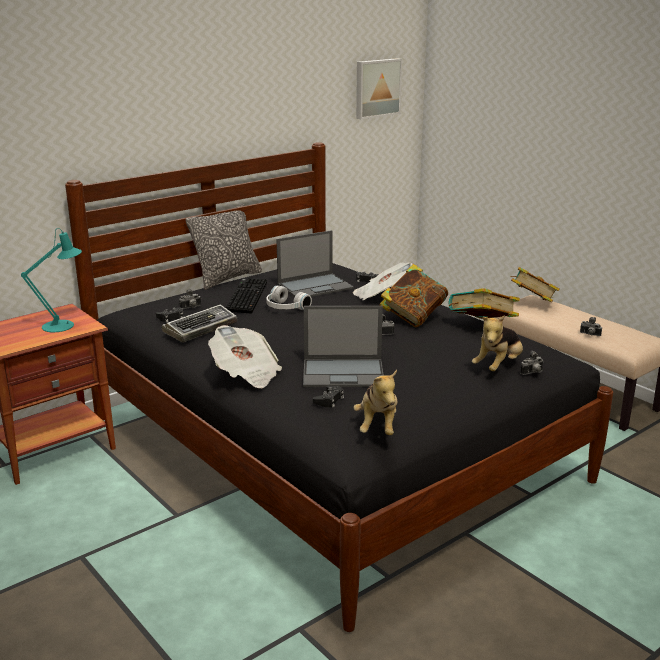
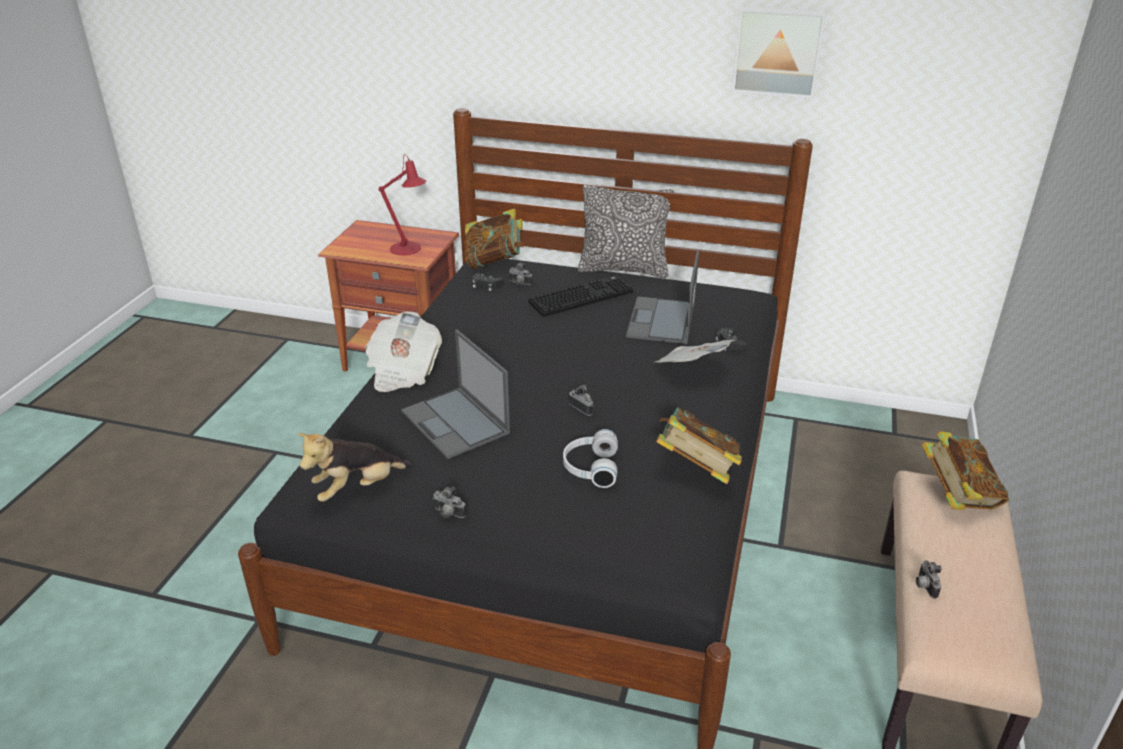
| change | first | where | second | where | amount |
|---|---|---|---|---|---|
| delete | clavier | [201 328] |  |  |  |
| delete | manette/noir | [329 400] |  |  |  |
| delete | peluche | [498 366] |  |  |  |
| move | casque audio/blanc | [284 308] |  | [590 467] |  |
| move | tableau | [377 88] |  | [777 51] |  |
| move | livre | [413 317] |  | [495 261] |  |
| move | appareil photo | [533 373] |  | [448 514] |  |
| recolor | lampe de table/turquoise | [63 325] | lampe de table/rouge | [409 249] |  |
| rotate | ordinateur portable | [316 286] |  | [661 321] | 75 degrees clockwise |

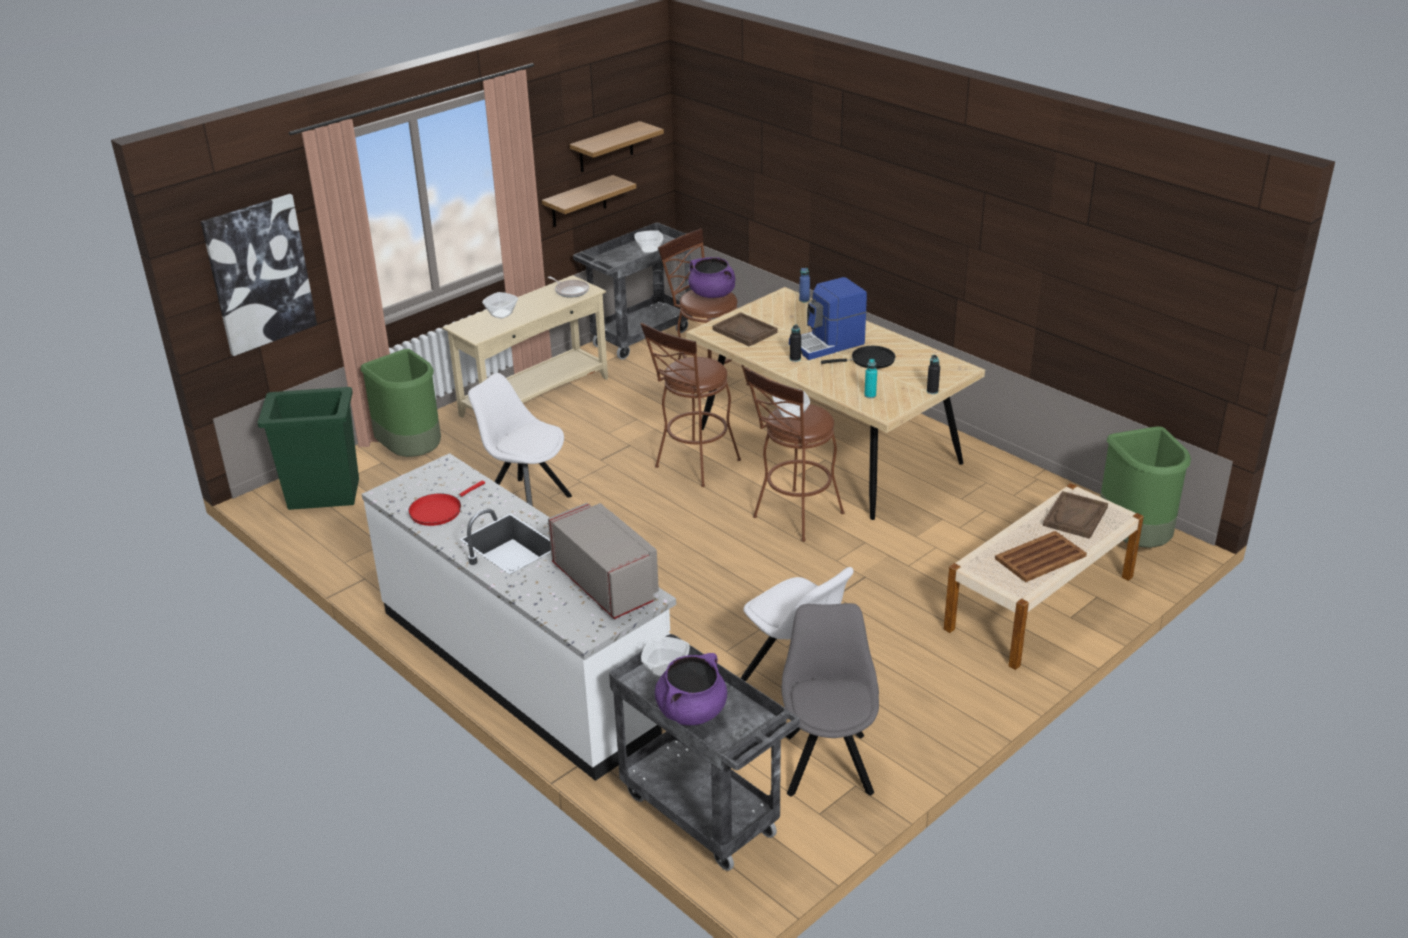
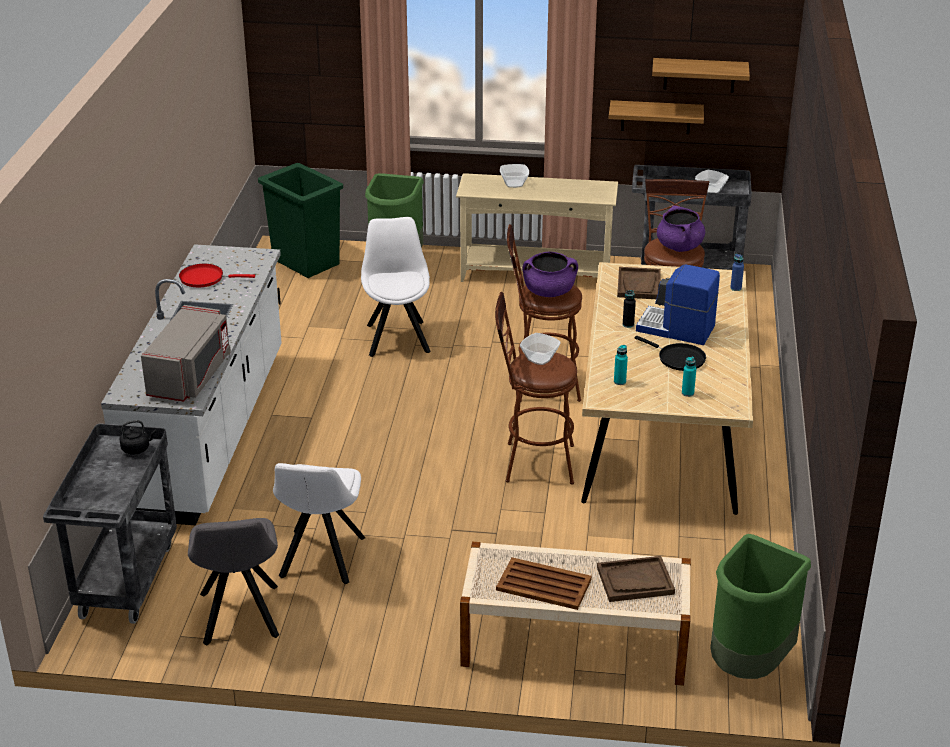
| change | first | where | second | where | amount |
|---|---|---|---|---|---|
| delete | tableau | [259 274] |  |  |  |
| delete | poêle | [571 291] |  |  |  |
| delete | bouteille/noir | [932 391] |  |  |  |
| insert |  |  | bouteille/turquoise | [687 393] |  |
| move | marmite/violet | [691 711] |  | [549 292] |  |
| replace | bol | [665 669] | bouilloire/noir | [137 449] |  |
| rotate | chaise/gris | [827 763] |  | [240 615] | 120 degrees clockwise |

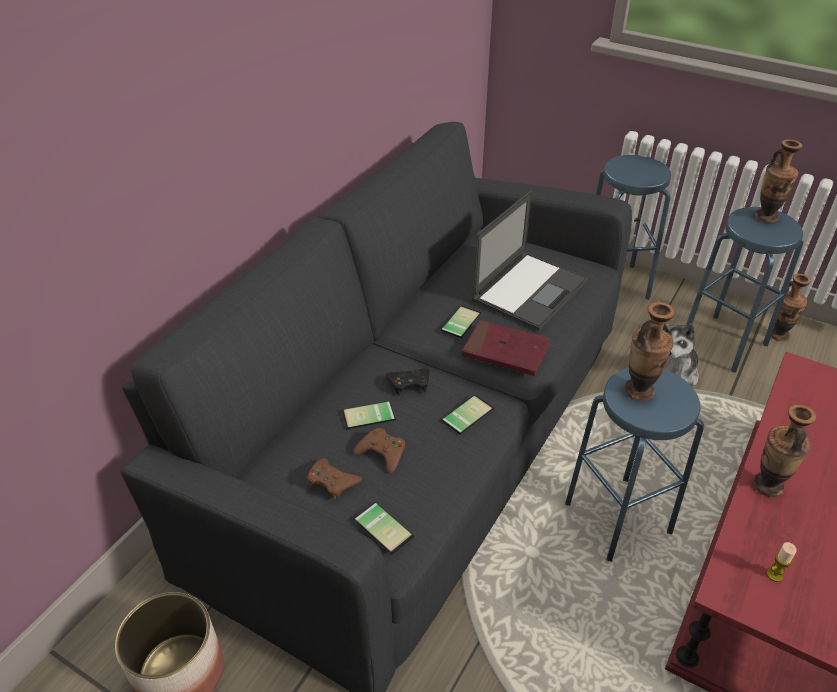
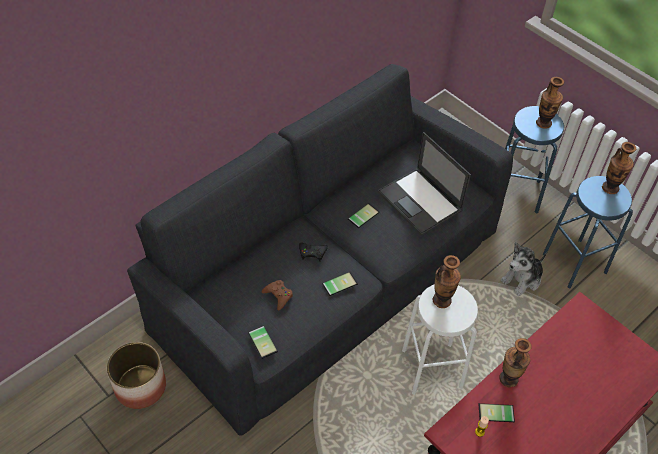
| change | first | where | second | where | amount |
|---|---|---|---|---|---|
| delete | manette/marron | [332 481] |  |  |  |
| delete | livre/rouge | [505 351] |  |  |  |
| move | téléphone | [369 417] |  | [496 414] |  |
| move | vase | [778 335] |  | [543 123] |  |
| recolor | tabouret/bleu | [617 518] | tabouret/blanc | [432 369] |  |
| rotate | ordinateur portable | [530 290] |  | [420 202] | 90 degrees clockwise |

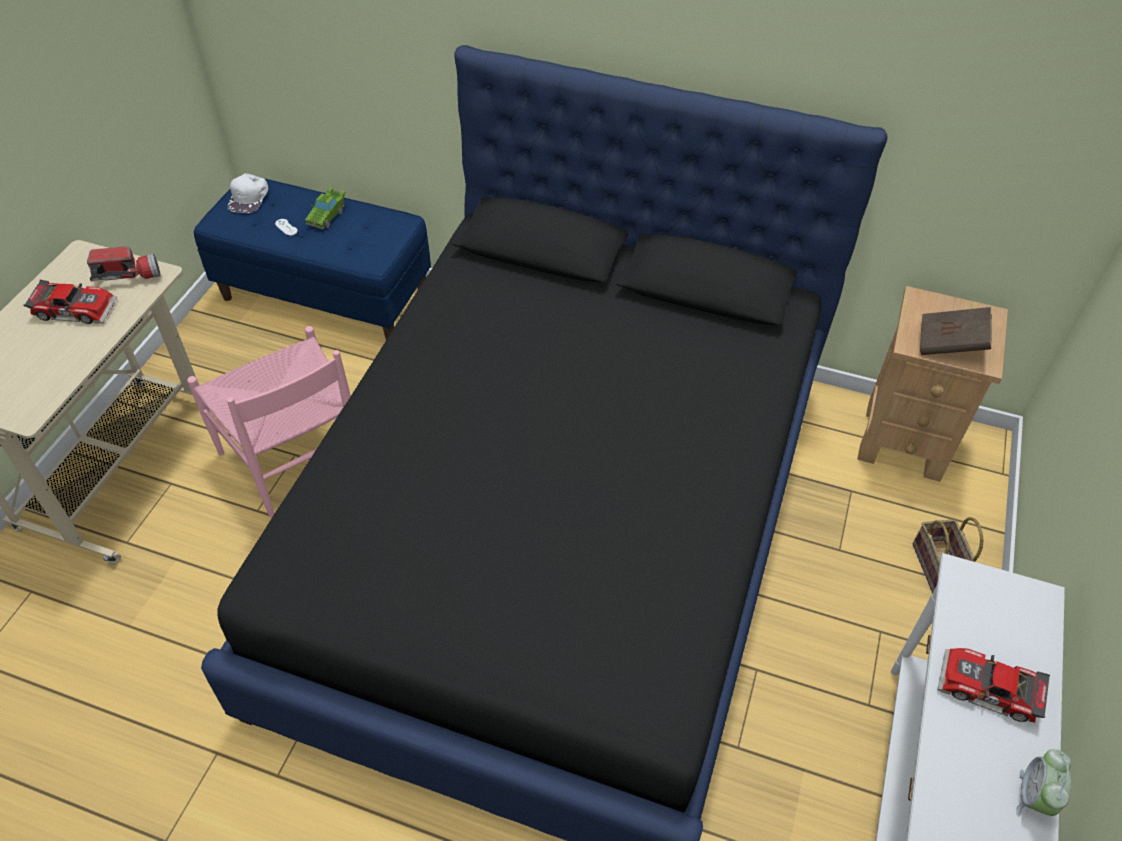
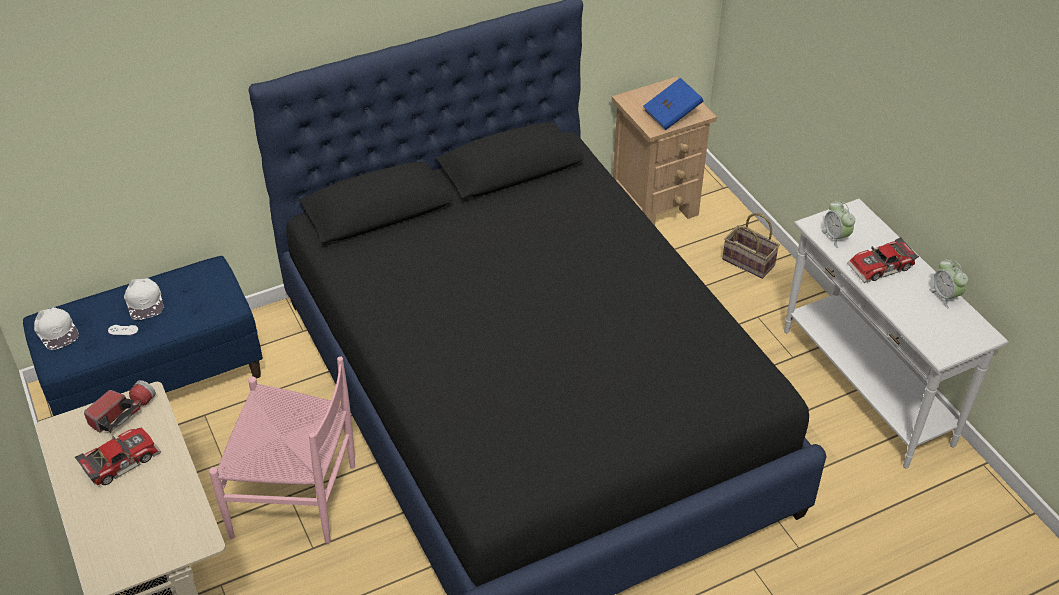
| change | first | where | second | where | amount |
|---|---|---|---|---|---|
| insert |  |  | réveil | [835 237] |  |
| replace | petite voiture/vert | [327 215] | casquette/blanc | [145 301] |  |
| recolor | livre/marron | [950 344] | livre/bleu | [672 114] |  |

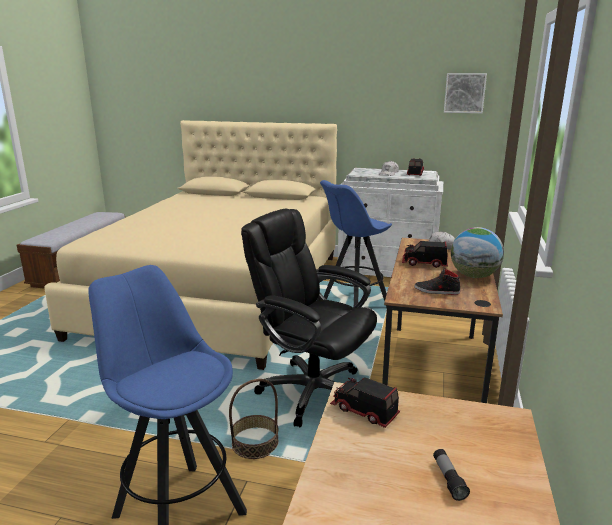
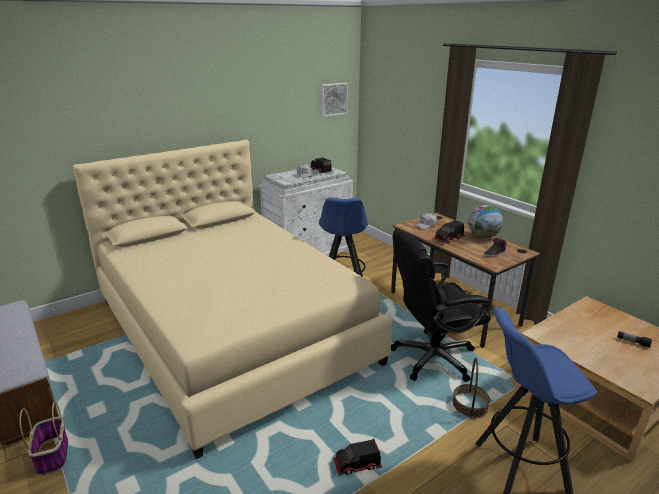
| change | first | where | second | where | amount |
|---|---|---|---|---|---|
| insert |  |  | panier | [52 455] |  |
| move | camion jouet | [364 411] |  | [357 465] |  |

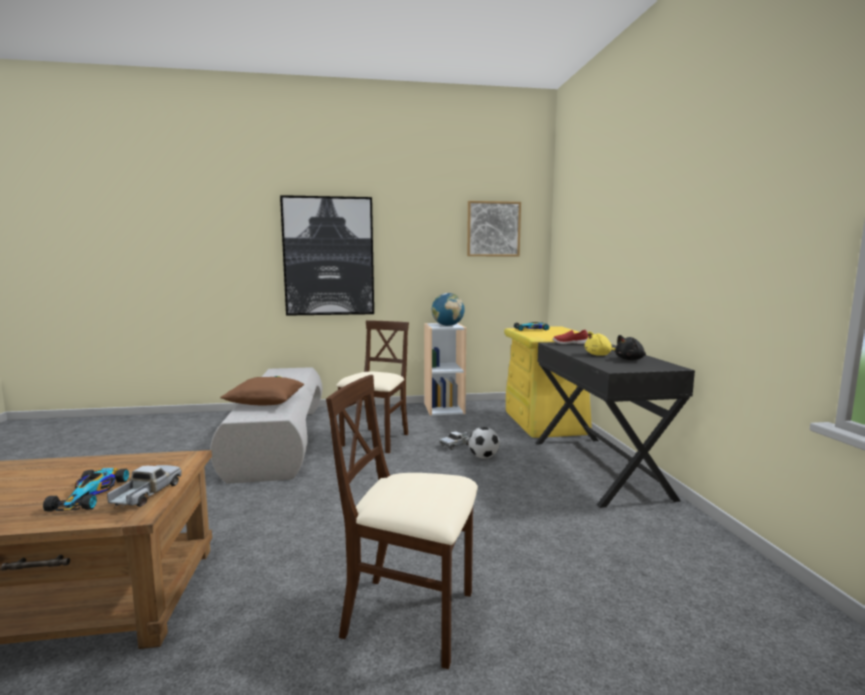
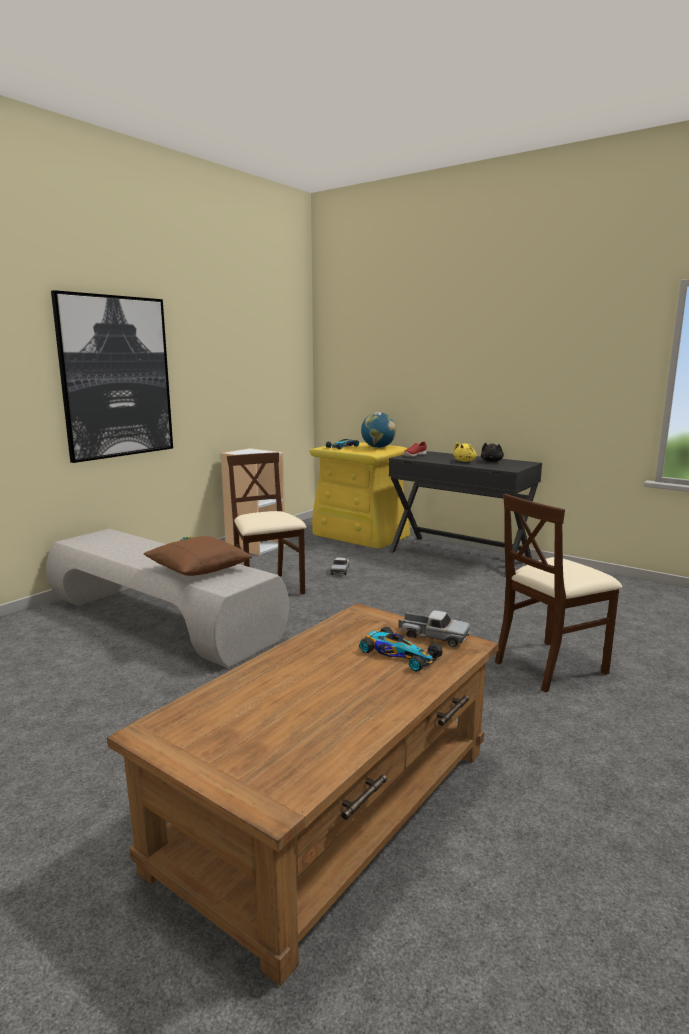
| change | first | where | second | where | amount |
|---|---|---|---|---|---|
| delete | tableau | [493 229] |  |  |  |
| delete | ballon de foot | [483 457] |  |  |  |
| move | globe | [447 325] |  | [378 447] |  |
| rotate | camion jouet | [146 494] |  | [433 636] | 150 degrees clockwise |

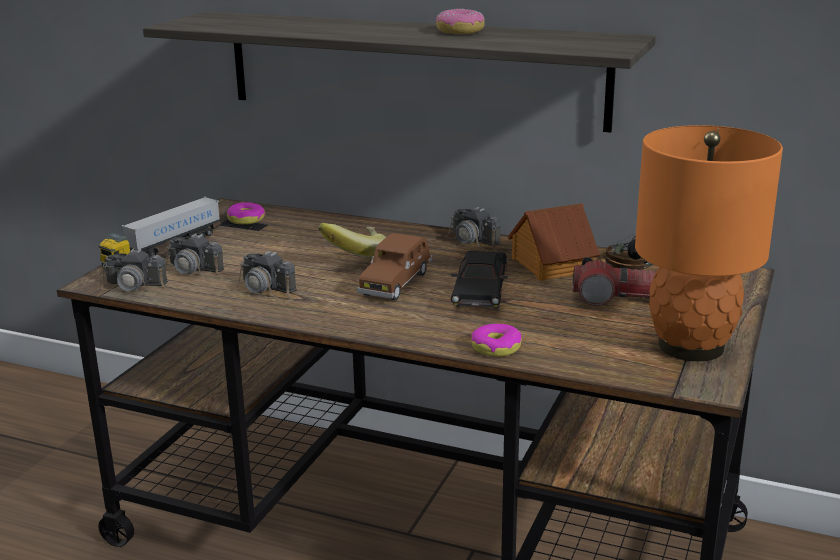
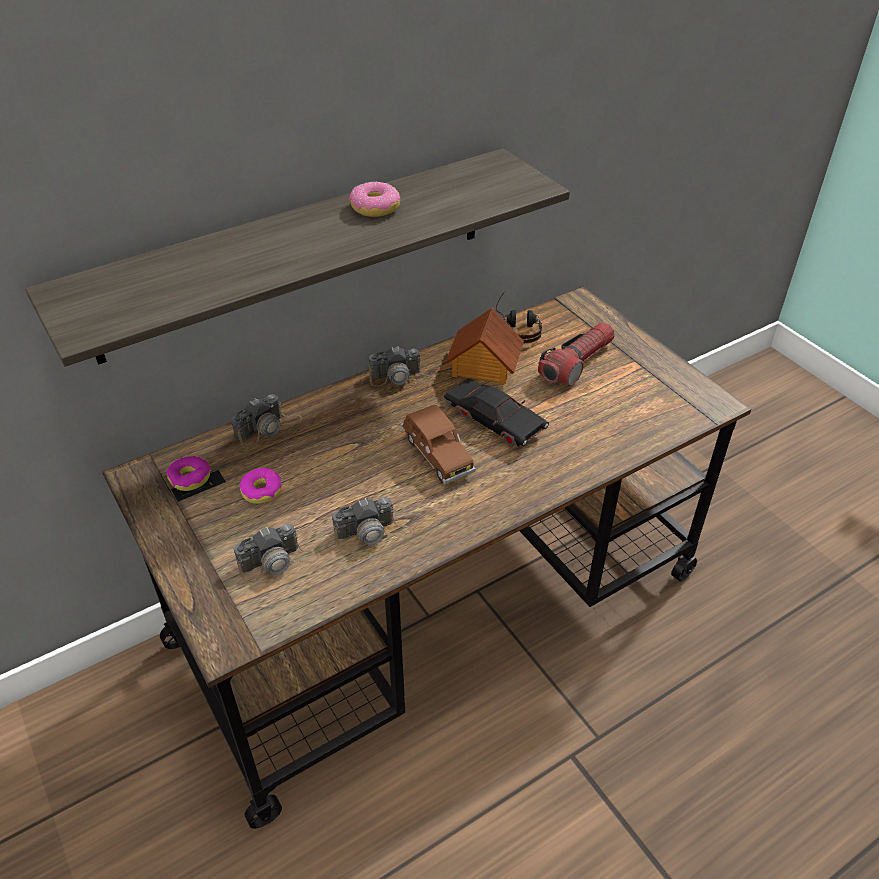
| change | first | where | second | where | amount |
|---|---|---|---|---|---|
| delete | camion jouet | [163 249] |  |  |  |
| delete | banane | [354 256] |  |  |  |
| delete | lampe de table/orange | [690 346] |  |  |  |
| move | appareil photo | [139 287] |  | [268 428] |  |
| move | beignet | [496 347] |  | [261 490] |  |

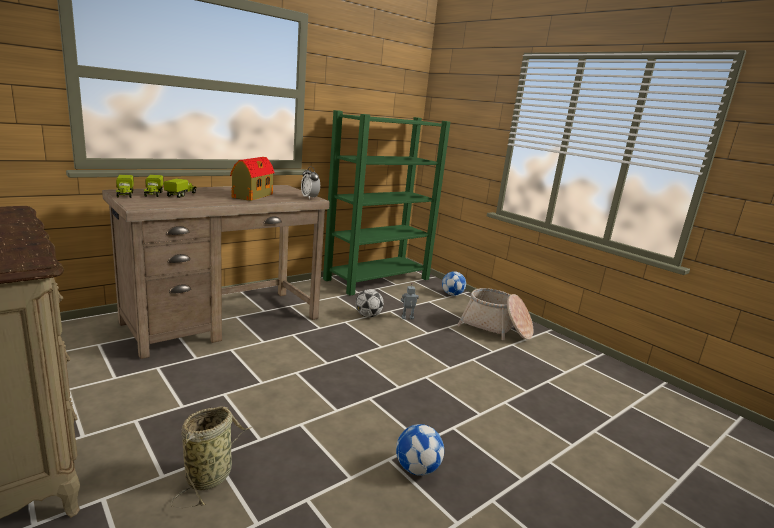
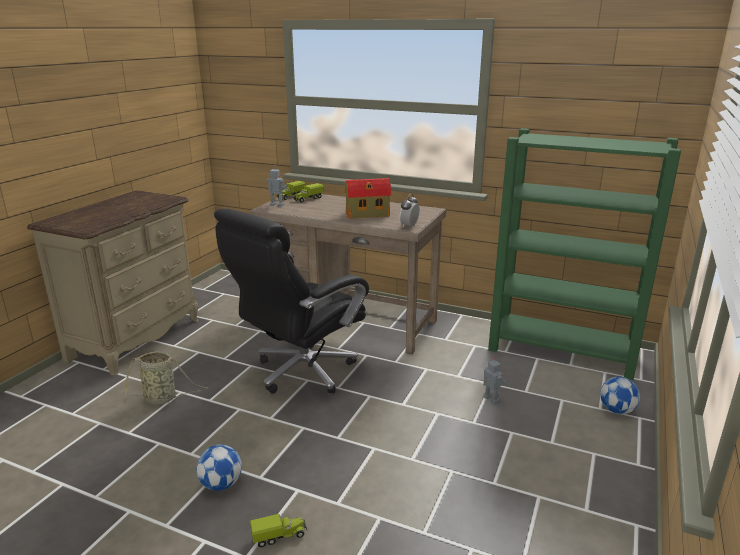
| change | first | where | second | where | amount |
|---|---|---|---|---|---|
| delete | ballon de foot | [368 316] |  |  |  |
| delete | panier | [496 328] |  |  |  |
| insert |  |  | chaise de bureau/noir | [300 374] |  |
| insert |  |  | robot jouet | [276 205] |  |
| move | camion jouet | [181 194] |  | [279 536] |  |

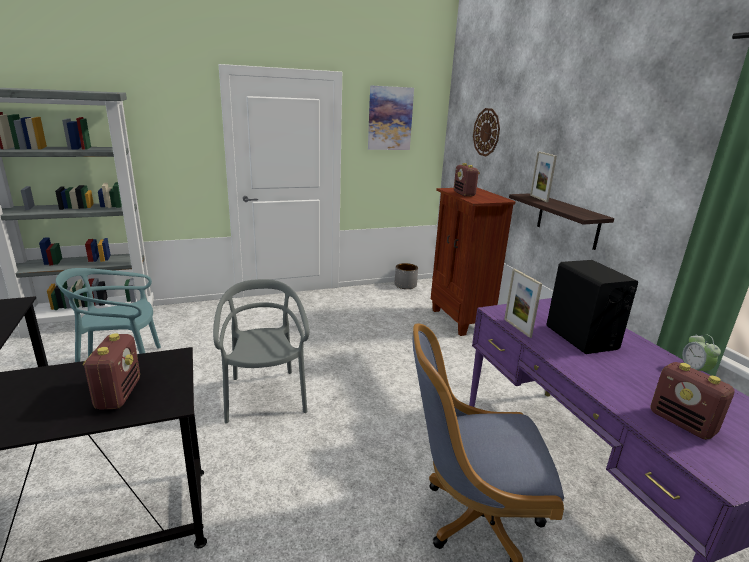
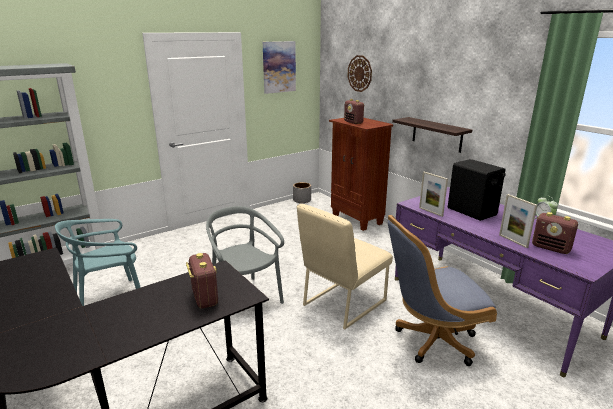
| change | first | where | second | where | amount |
|---|---|---|---|---|---|
| insert |  |  | chaise/beige | [342 303] |  |
| move | cadre photo | [538 198] |  | [513 241] |  |

